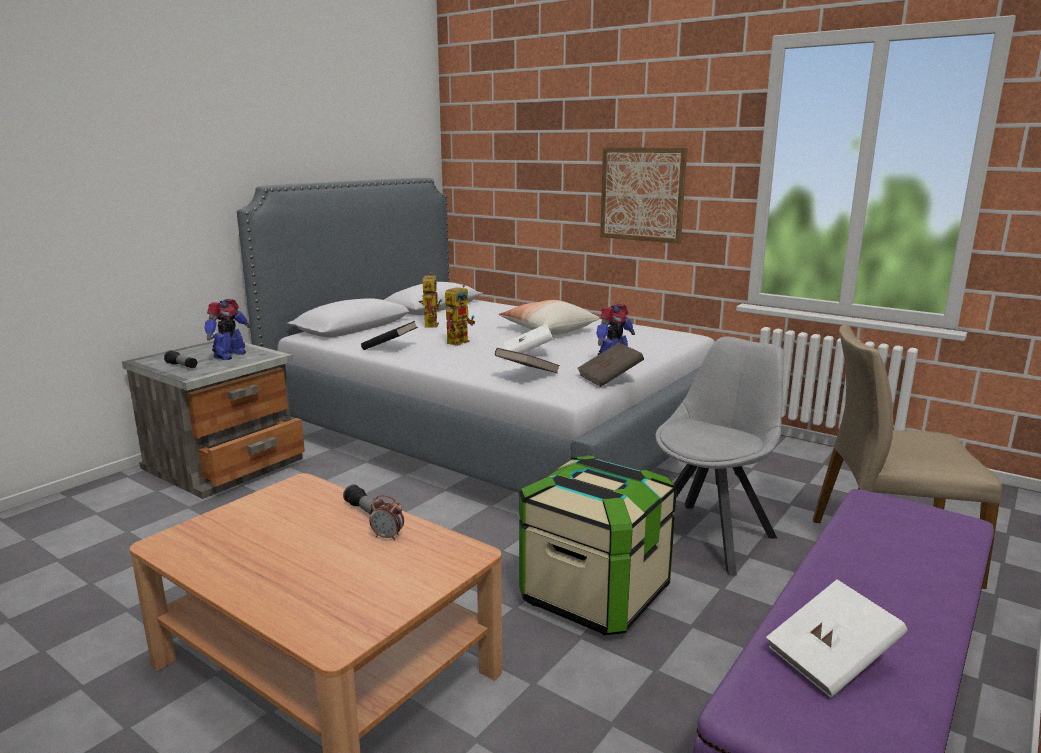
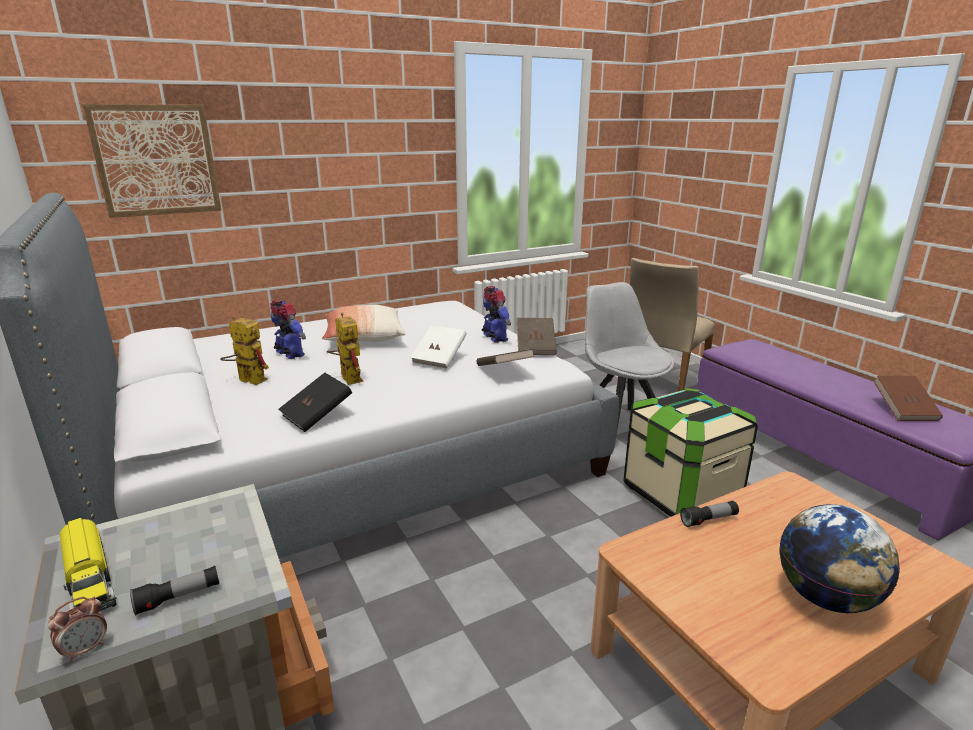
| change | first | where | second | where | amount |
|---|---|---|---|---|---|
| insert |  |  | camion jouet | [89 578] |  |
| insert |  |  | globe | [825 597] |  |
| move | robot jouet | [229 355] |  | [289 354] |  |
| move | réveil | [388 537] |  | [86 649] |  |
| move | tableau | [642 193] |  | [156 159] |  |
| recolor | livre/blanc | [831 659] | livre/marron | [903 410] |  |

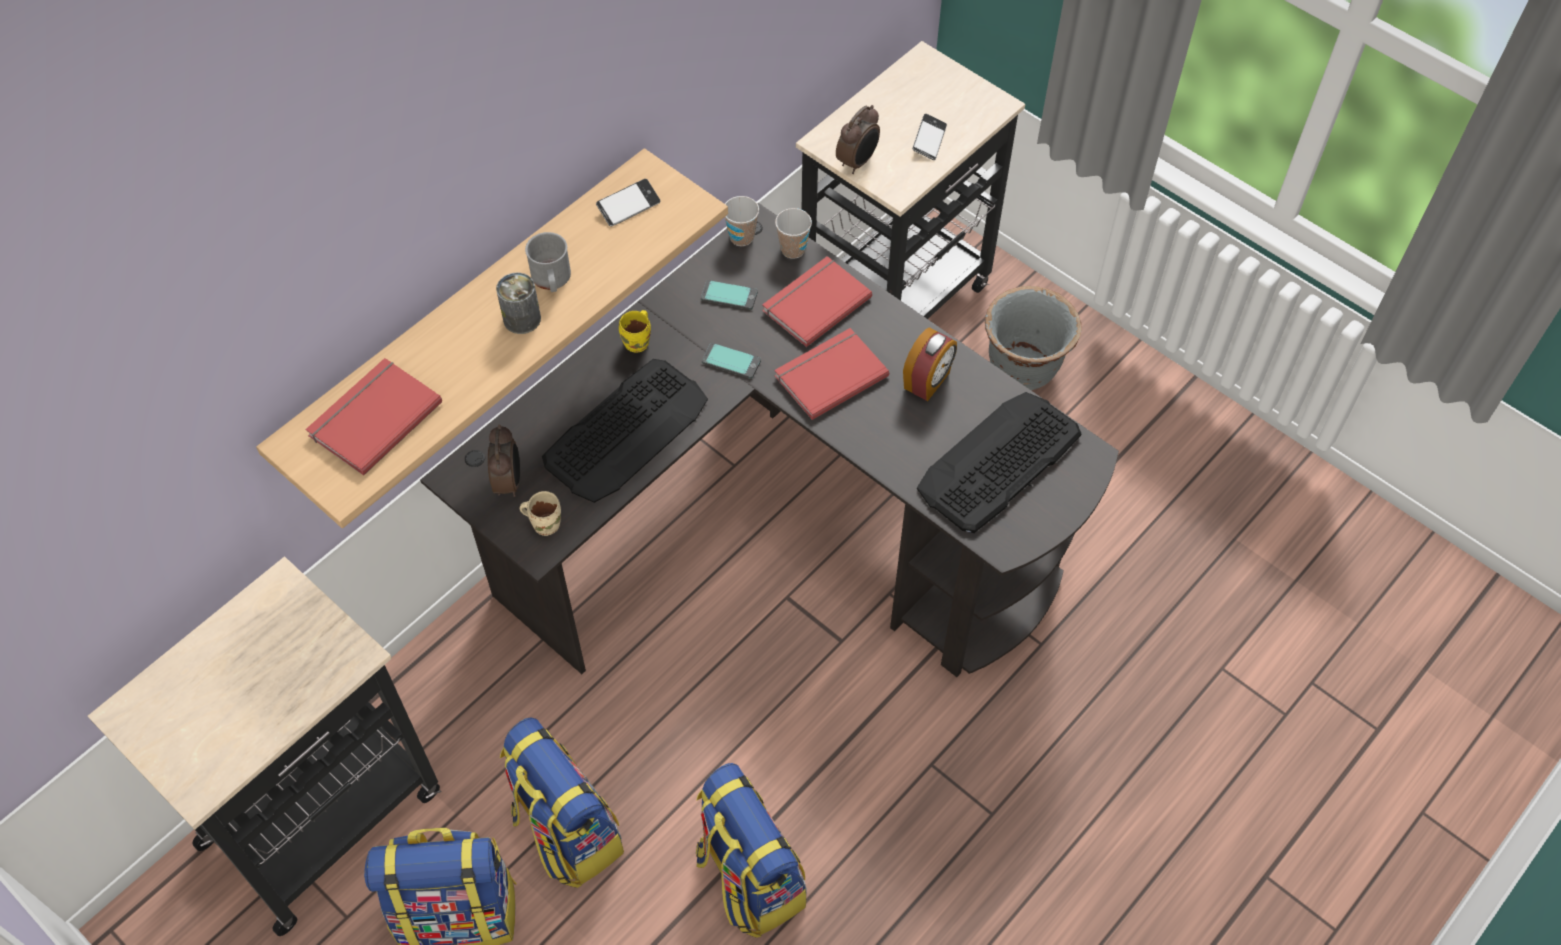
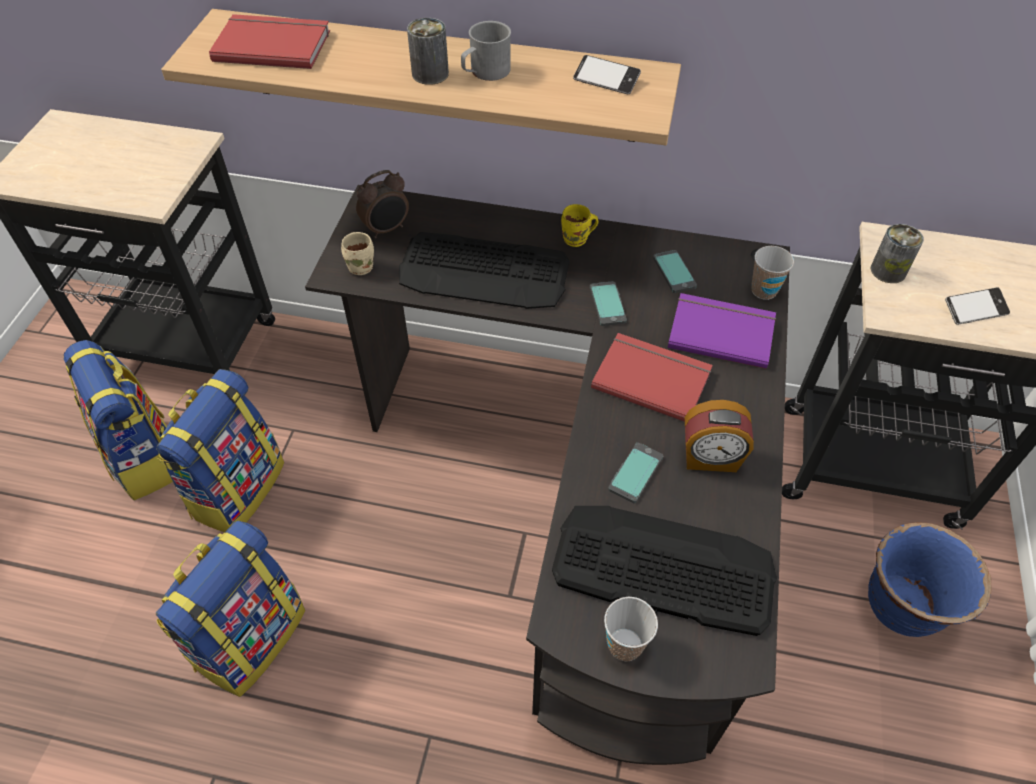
| change | first | where | second | where | amount |
|---|---|---|---|---|---|
| insert |  |  | téléphone | [635 473] |  |
| move | tasse | [741 237] |  | [625 645] |  |
| replace | réveil | [858 162] | boîte métallique | [888 271] |  |
| recolor | livre/rouge | [814 302] | livre/violet | [721 331] |  |
| recolor | cache-pot/gris | [1022 369] | cache-pot/bleu | [901 607] |  |

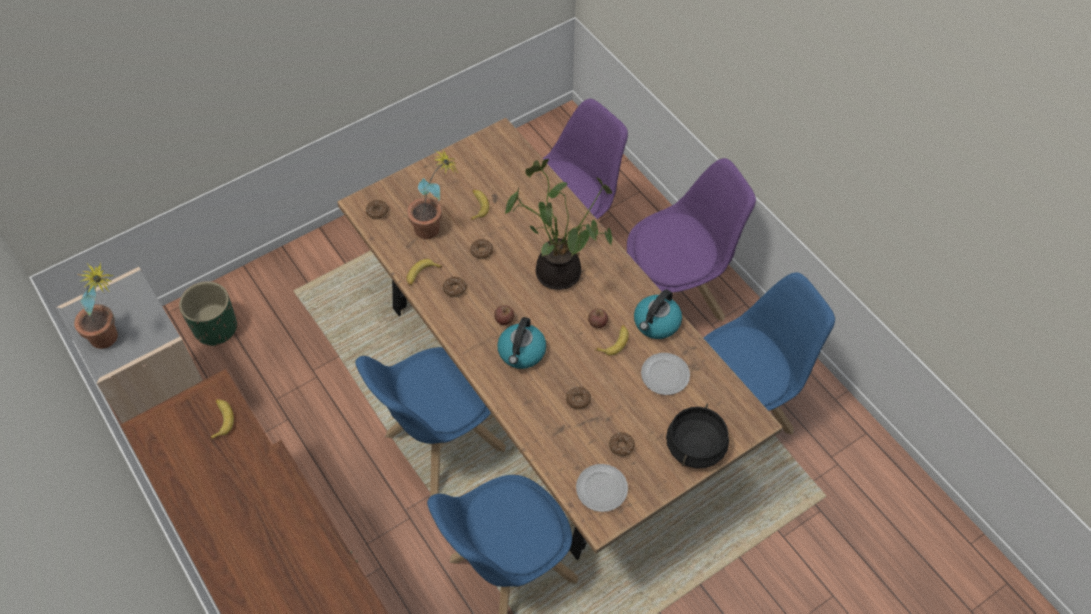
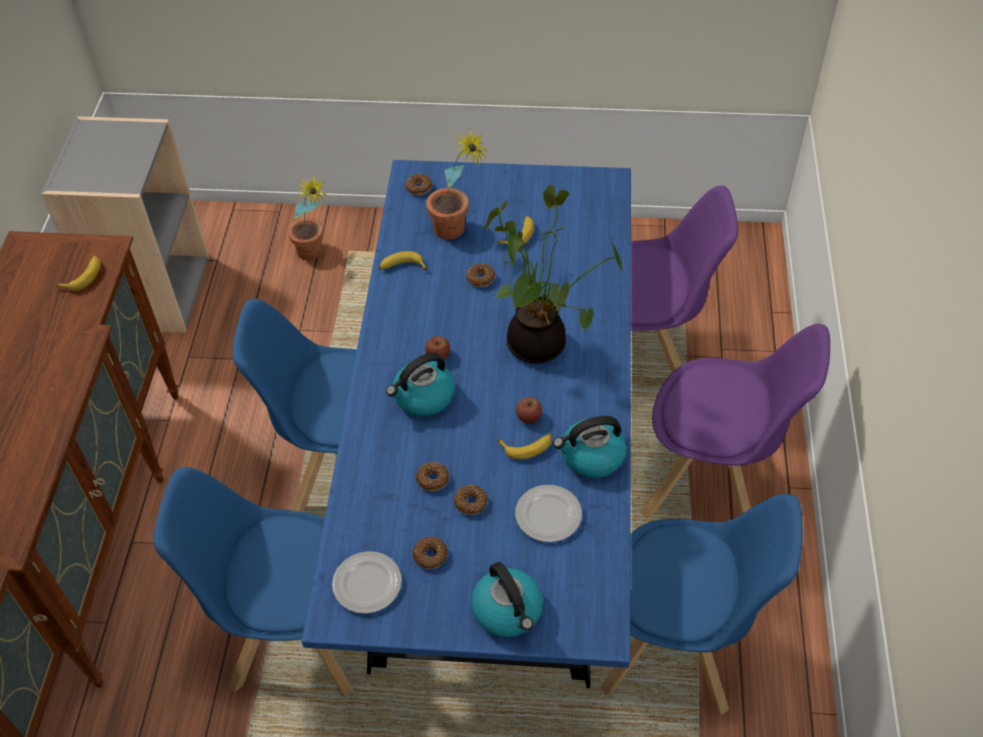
| change | first | where | second | where | amount |
|---|---|---|---|---|---|
| delete | cache-pot/vert | [216 328] |  |  |  |
| move | plante en pot | [112 338] |  | [314 255] |  |
| move | beignet | [454 289] |  | [470 503] |  |
| replace | marmite/noir | [695 446] | bouilloire | [508 611] |  |
| recolor | table à manger/marron | [545 387] | table à manger/bleu | [494 483] |  |

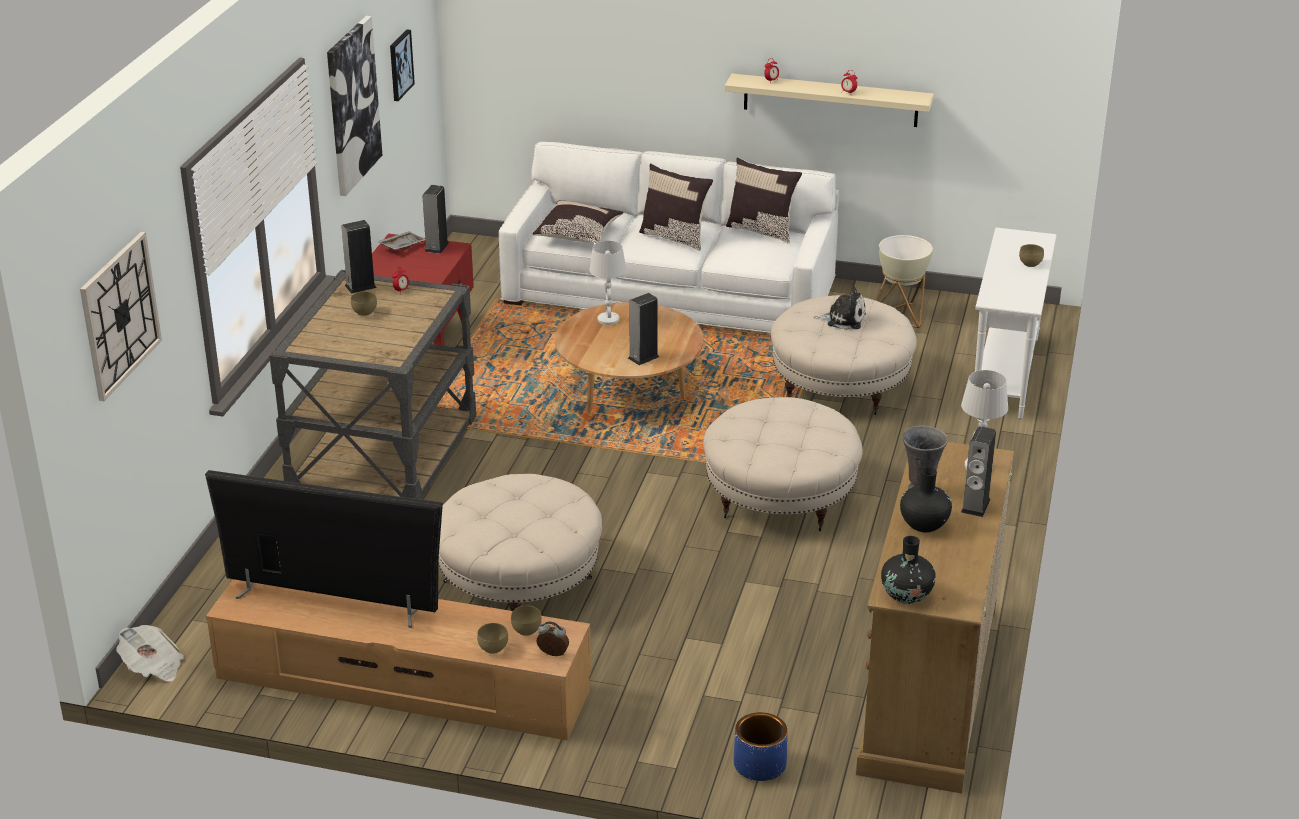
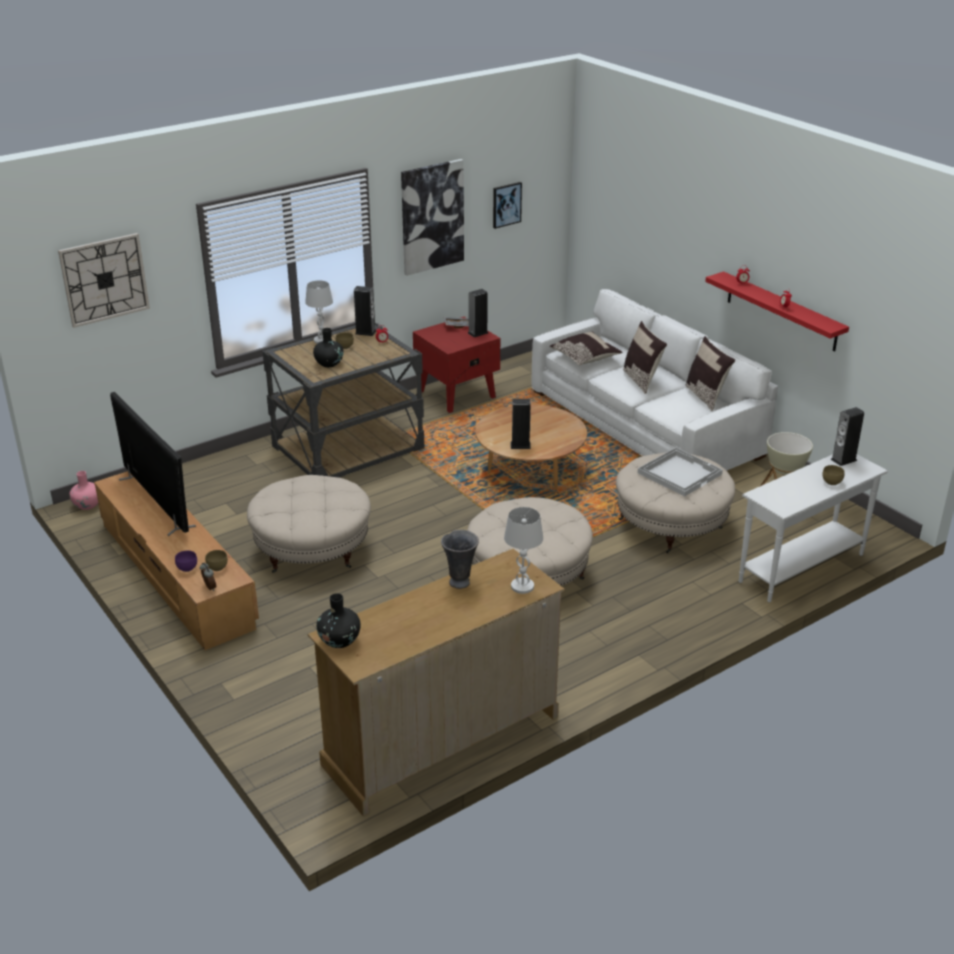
| change | first | where | second | where | amount |
|---|---|---|---|---|---|
| delete | cache-pot/bleu | [759 765] |  |  |  |
| move | lampe de table/blanc | [608 319] |  | [321 340] |  |
| move | vase/noir | [924 524] |  | [329 363] |  |
| move | enceinte | [975 506] |  | [843 460] |  |
| replace | journal | [153 667] | vase/rose | [87 505] |  |
| replace | peluche | [843 319] | plateau/blanc | [679 473] |  |
| recolor | bol/marron | [493 649] | bol/violet | [186 568] |  |
| recolor | étagère/beige | [830 100] | étagère/rouge | [781 311] |  |

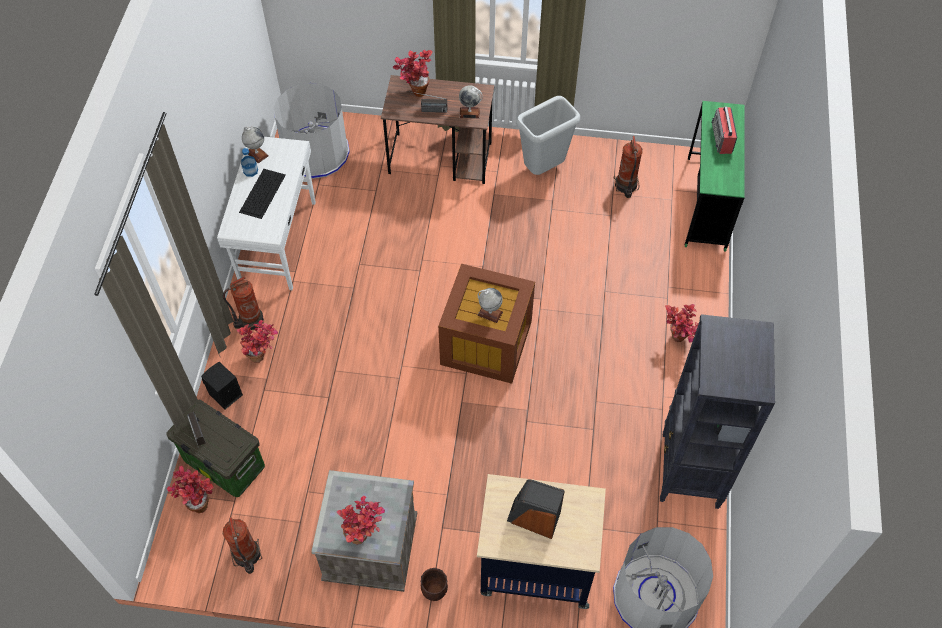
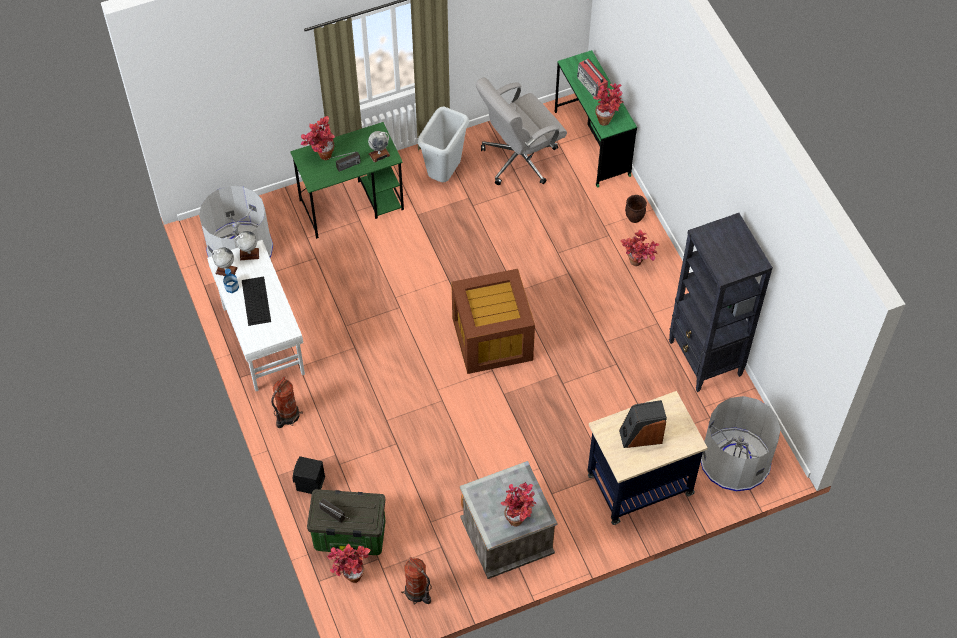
| change | first | where | second | where | amount |
|---|---|---|---|---|---|
| move | plante en pot | [262 356] |  | [607 119] |  |
| move | cache-pot/marron | [435 592] |  | [634 218] |  |
| move | globe | [490 313] |  | [249 254] |  |
| replace | extincteur | [625 186] | chaise de bureau/gris | [520 158] |  |
| recolor | bureau/marron | [441 158] | bureau/vert | [352 204] |  |

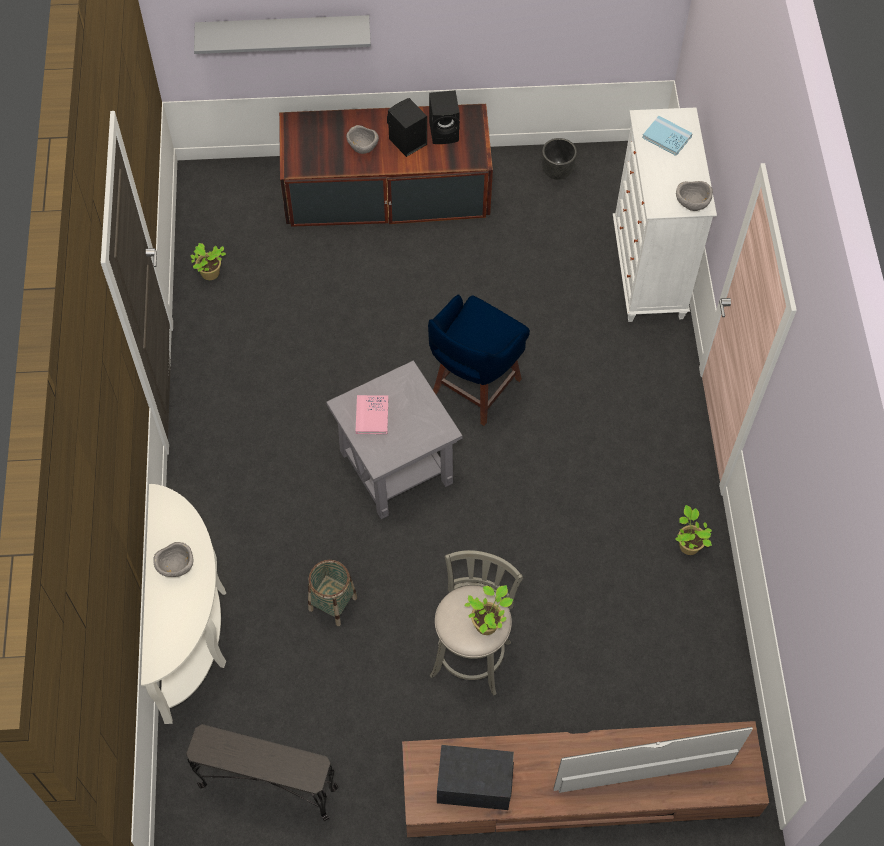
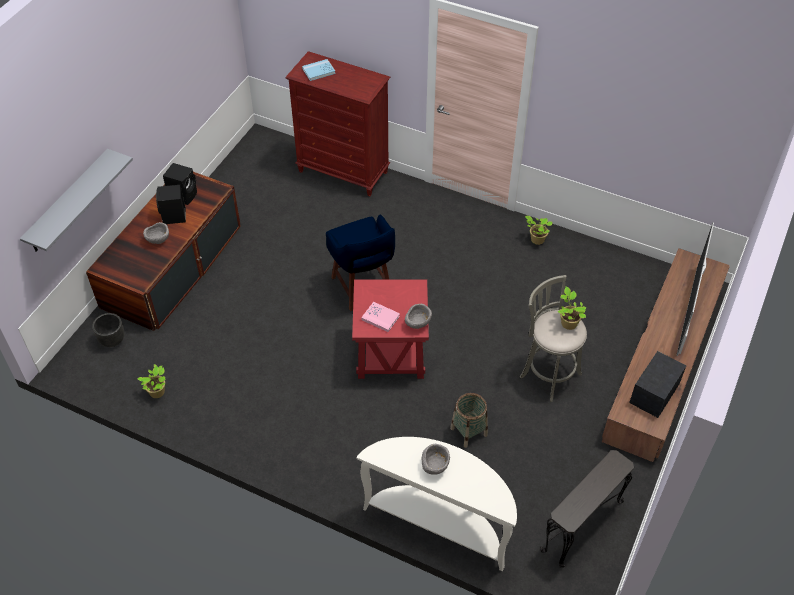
| change | first | where | second | where | amount |
|---|---|---|---|---|---|
| move | cache-pot/noir | [556 172] |  | [112 341] |  |
| move | bol/gris | [691 205] |  | [418 324] |  |
| recolor | table d'appoint/gris | [395 467] | table d'appoint/rouge | [390 354] |  |
| recolor | commode/blanc | [648 273] | commode/rouge | [344 172] |  |

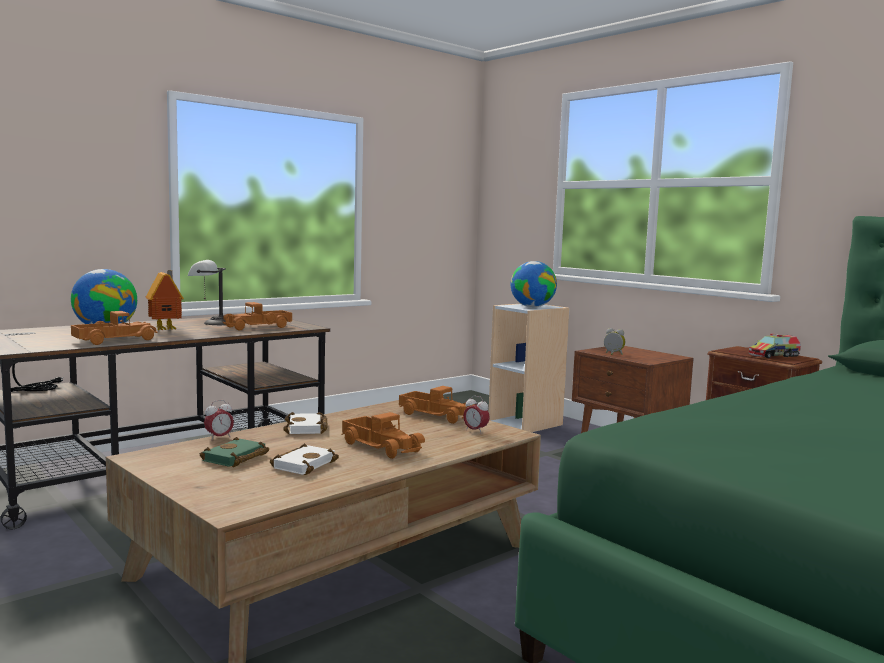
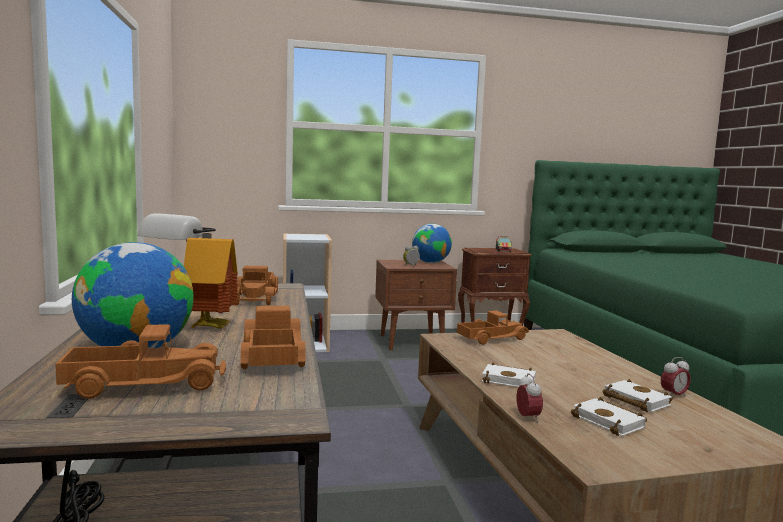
| change | first | where | second | where | amount |
|---|---|---|---|---|---|
| move | camion jouet | [382 446] |  | [145 383] |  |
| move | réveil | [475 431] |  | [673 395] |  |
| move | globe | [532 306] |  | [430 262] |  |
| recolor | livre/vert | [235 458] | livre/blanc | [610 422] |  |

